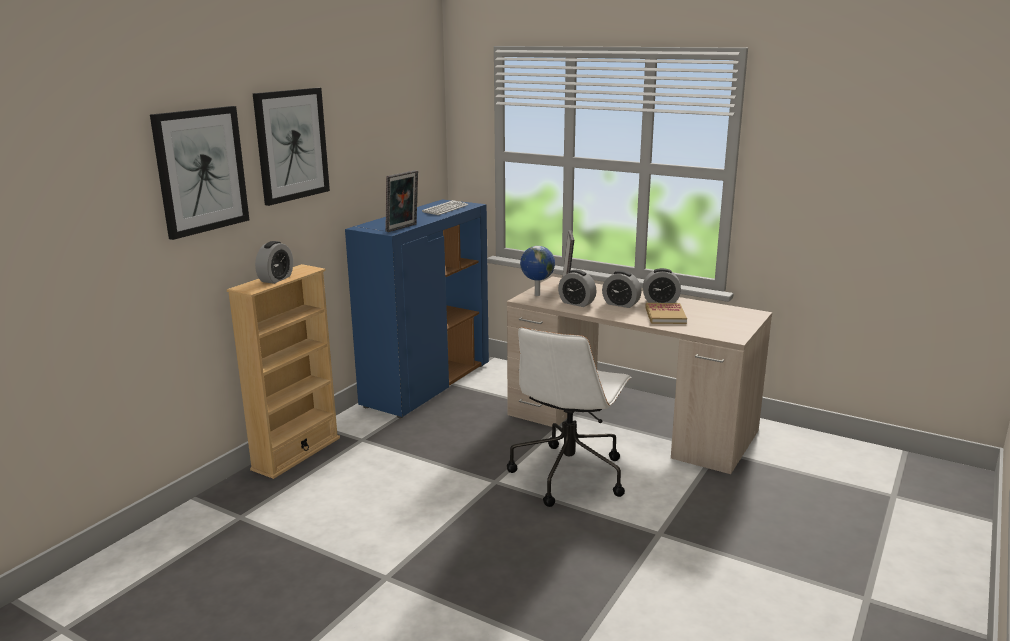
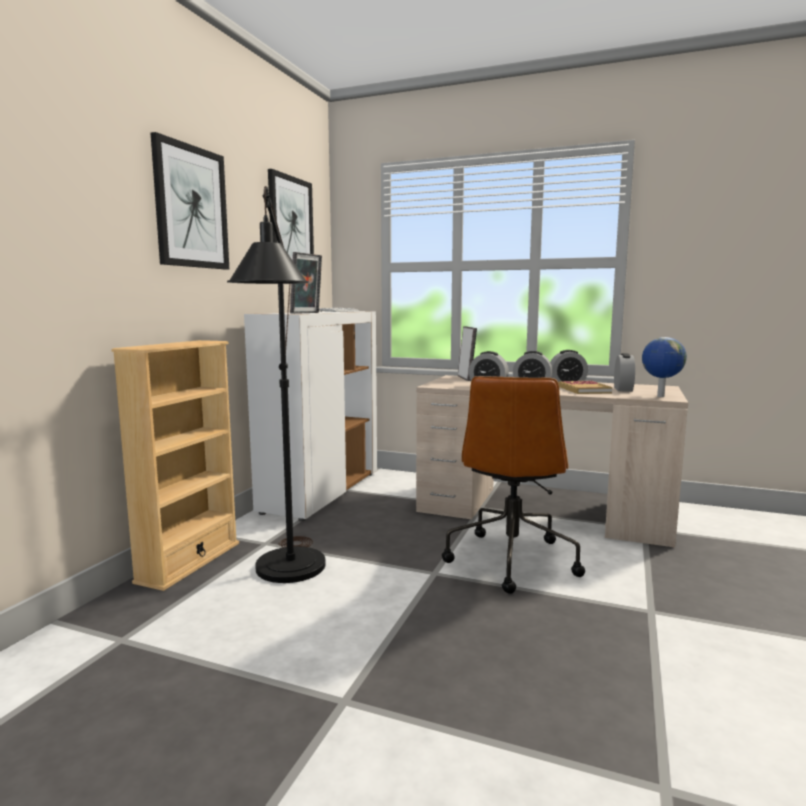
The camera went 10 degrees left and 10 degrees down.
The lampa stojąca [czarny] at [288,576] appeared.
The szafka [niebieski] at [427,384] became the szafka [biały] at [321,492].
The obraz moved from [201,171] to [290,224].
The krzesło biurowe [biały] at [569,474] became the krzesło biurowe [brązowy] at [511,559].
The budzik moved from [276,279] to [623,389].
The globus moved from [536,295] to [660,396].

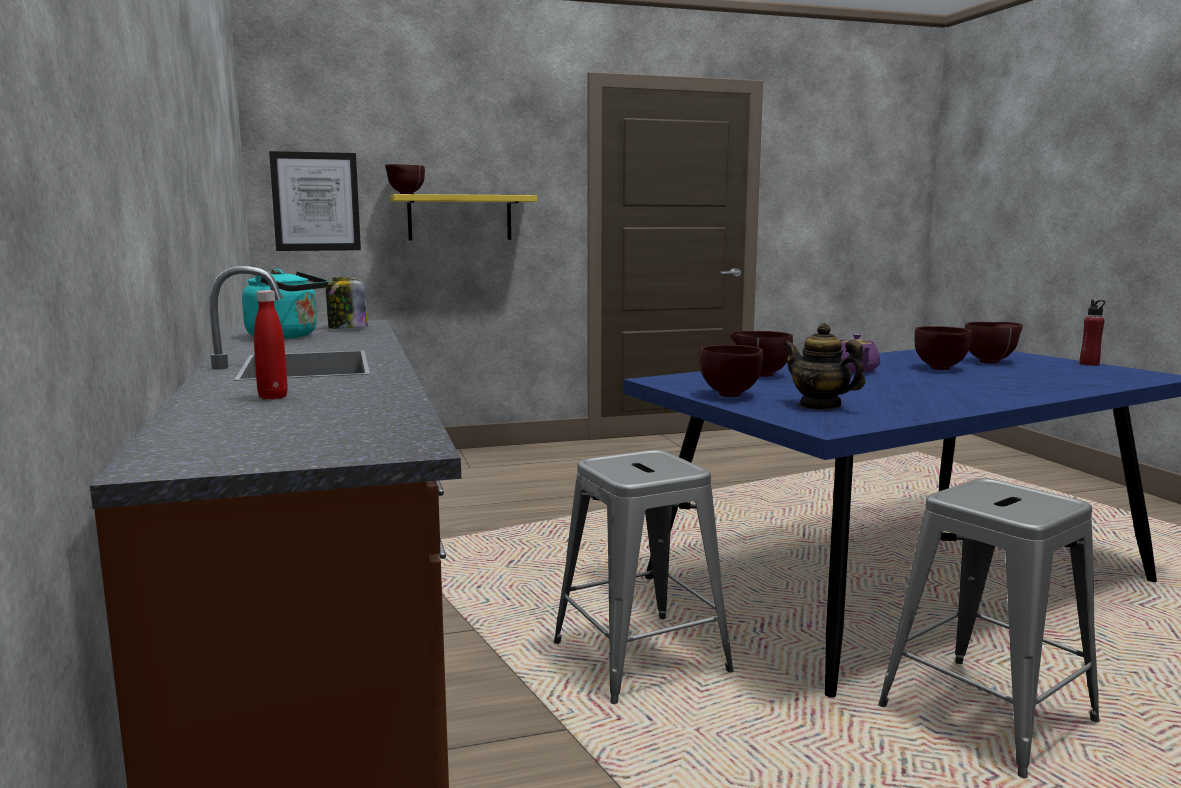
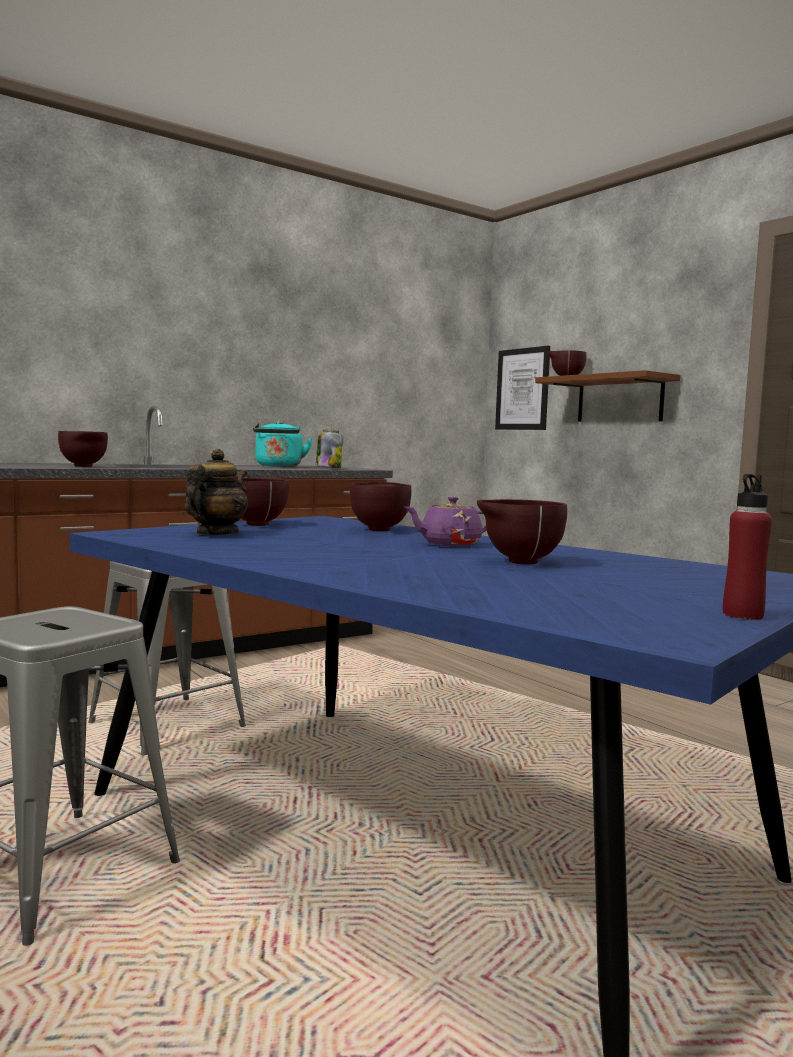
The camera went 70 degrees right and 5 degrees down.
The miska [brązowy] moved from [991,362] to [84,466].
The półka [żółty] at [460,218] became the półka [brązowy] at [619,399].
The butelka [czerwony] at [273,397] disappeared.

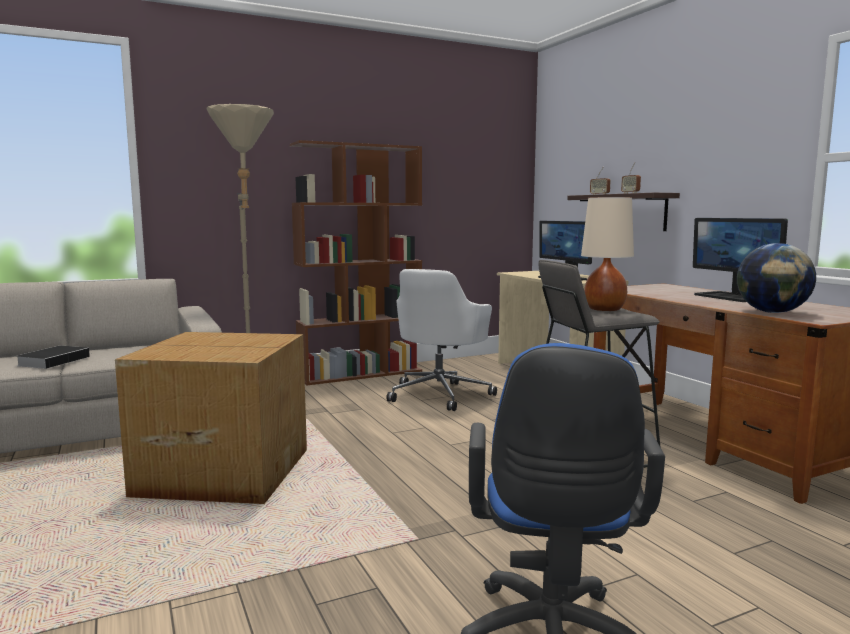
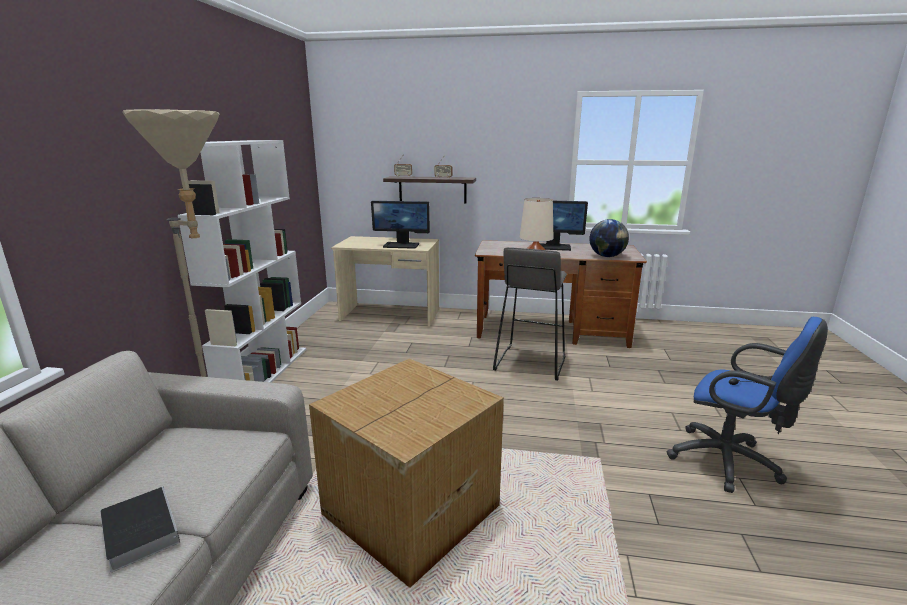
The camera went 55 degrees left and 10 degrees up.
The regał [brązowy] at [361,374] became the regał [biały] at [264,373].
The krzesło biurowe [biały] at [440,394] disappeared.

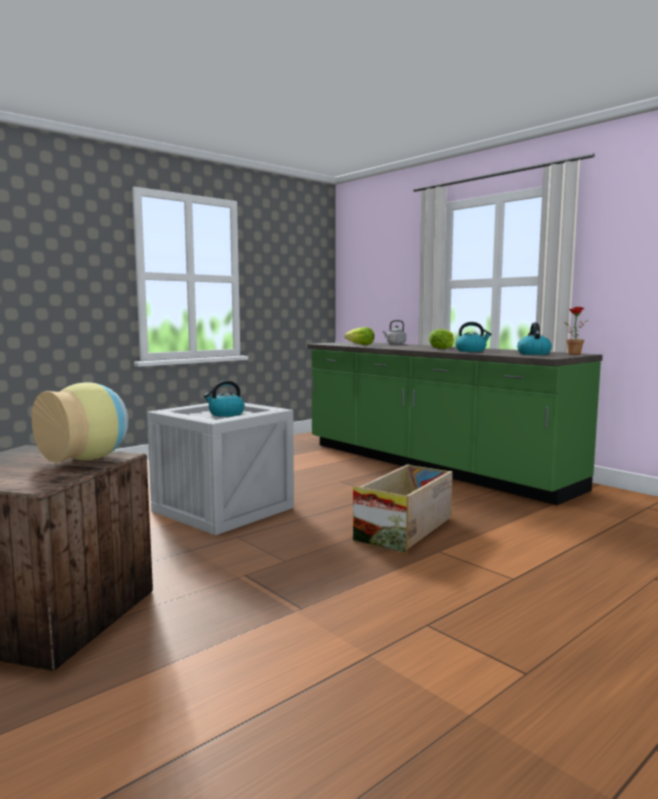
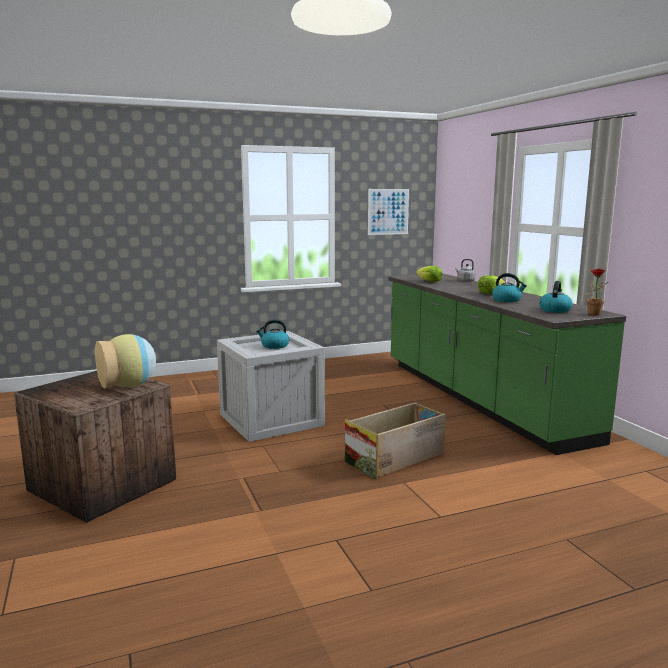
The camera went 20 degrees right and 5 degrees up.
The obraz at [388,211] appeared.

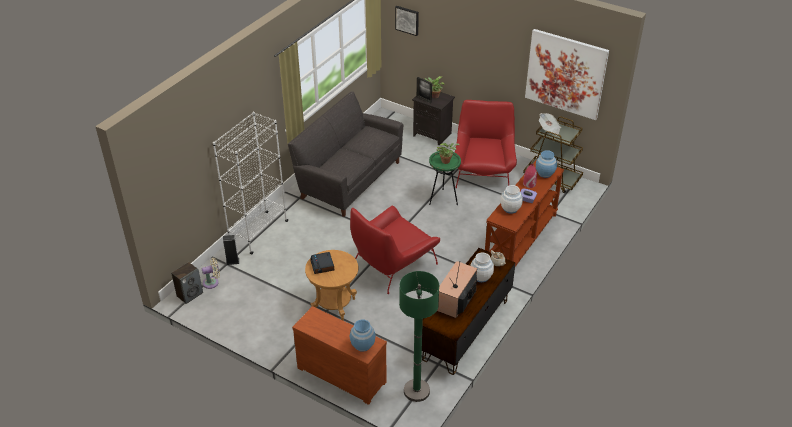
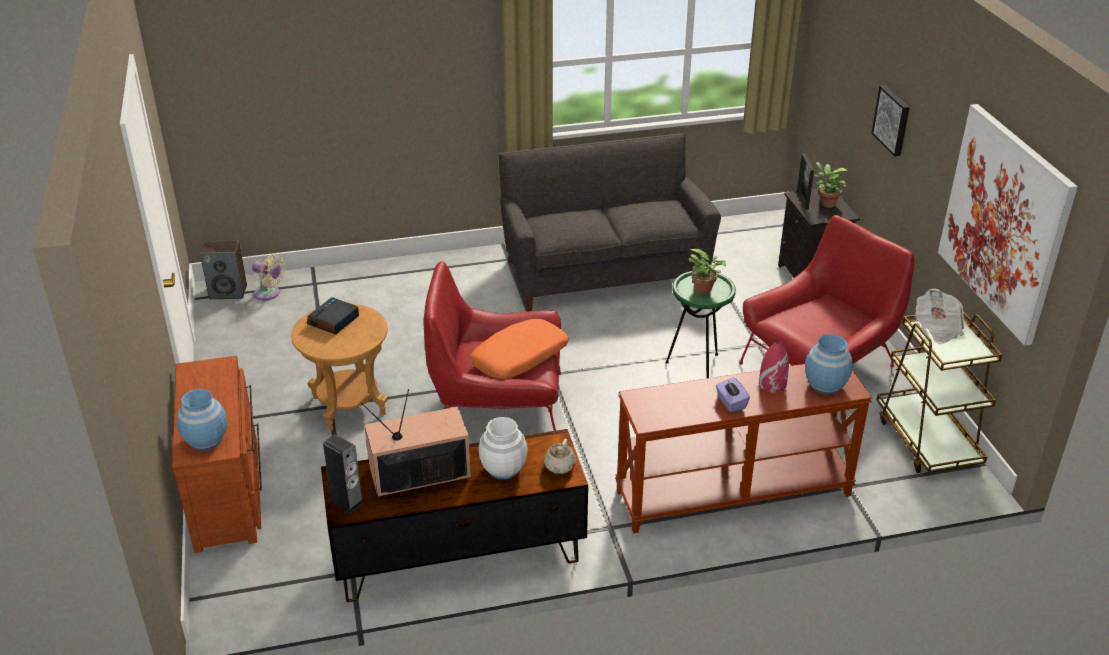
The camera went 45 degrees right and 5 degrees down.
The głośnik moved from [232,261] to [346,501].
The poduszka [pomarańczowy] at [520,358] appeared.
The obraz moved from [407,20] to [893,120].
The regał [biały] at [258,233] disappeared.
The lampa stojąca [zielony] at [416,391] disappeared.
The wazon [biały] at [510,208] disappeared.

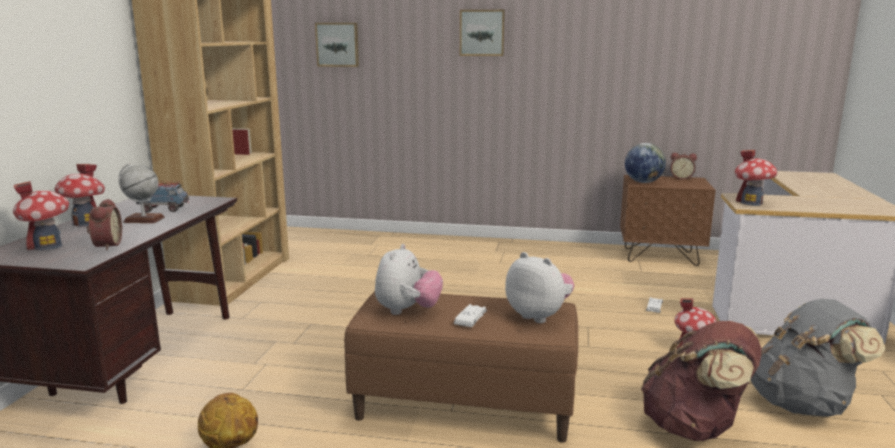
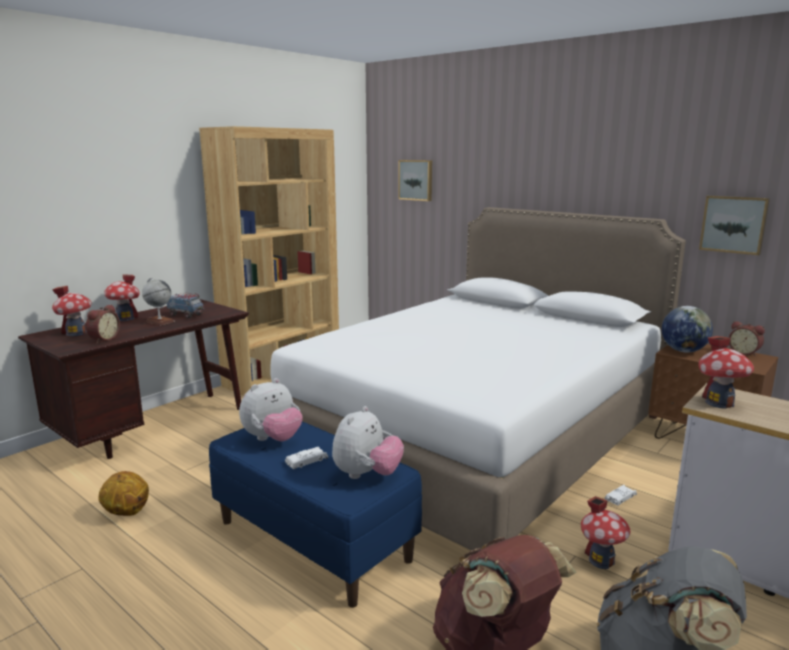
The camera went 30 degrees right and 0 degrees up.
The ławka [brązowy] at [465,405] became the ławka [niebieski] at [314,540].
The łóżko [biały] at [476,437] appeared.
The pluszak at [539,316] turned 45 degrees clockwise.
The obraz moved from [482,33] to [733,224].

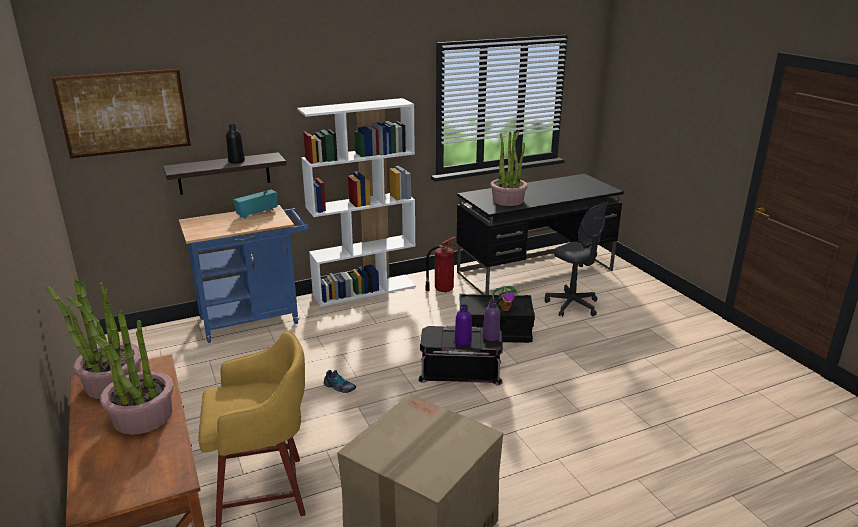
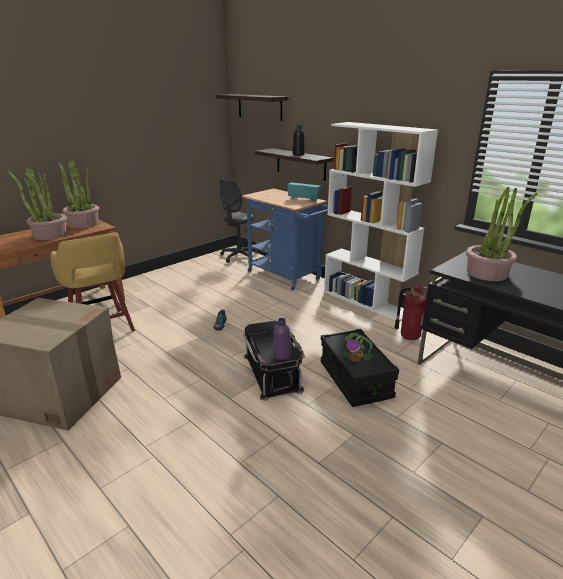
The camera went 70 degrees right and 0 degrees up.
The obraz at [124,113] was replaced by the półka at [259,107].
The krzesło biurowe [szary] moved from [572,305] to [239,256].
The butelka [fioletowy] at [463,341] disappeared.

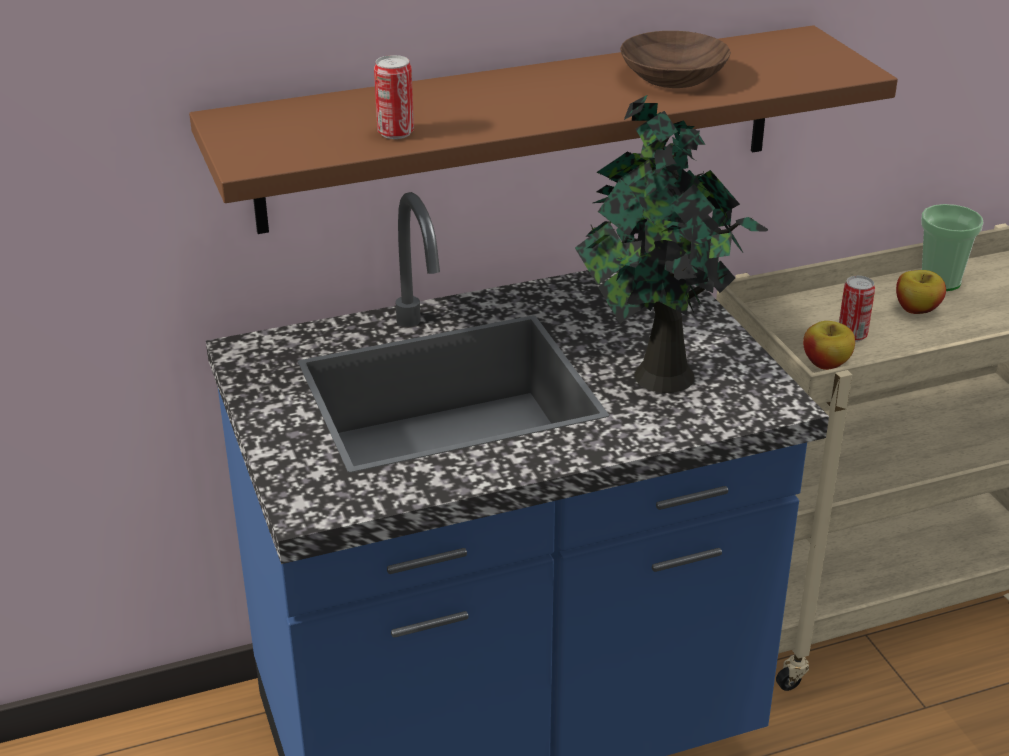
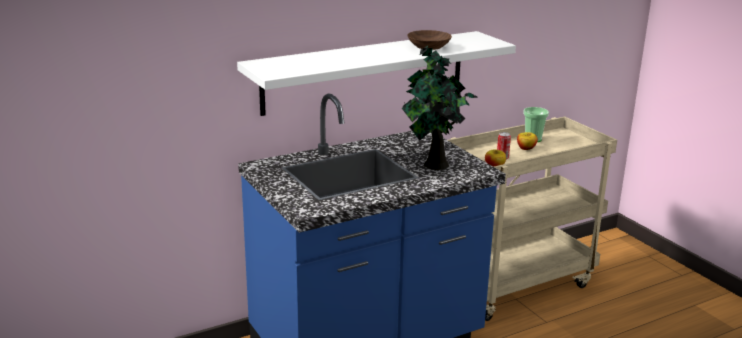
The camera went 10 degrees left and 10 degrees down.
The półka [brązowy] at [521,128] became the półka [biały] at [365,72].
The puszka at [395,133] disappeared.

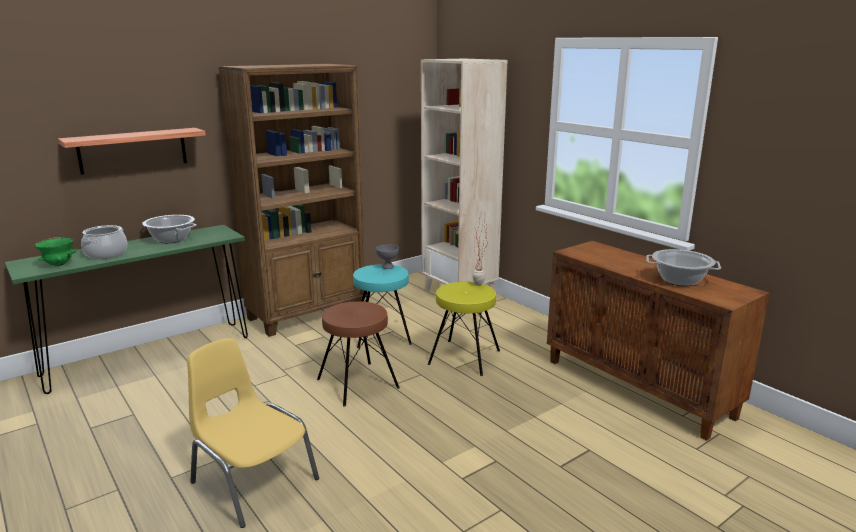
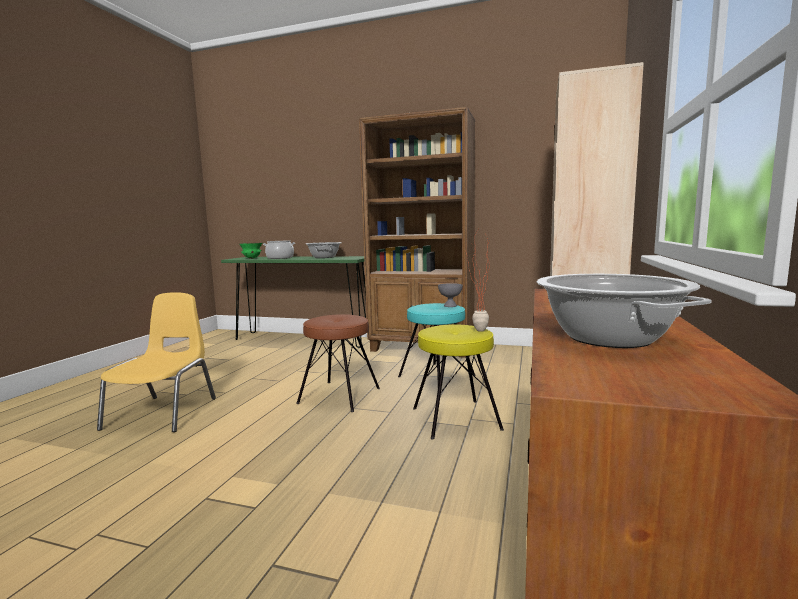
The camera went 55 degrees right and 10 degrees down.
The półka at [133,150] disappeared.

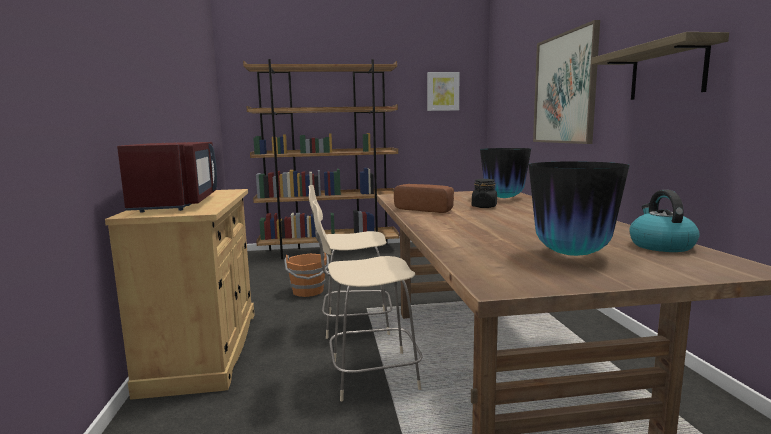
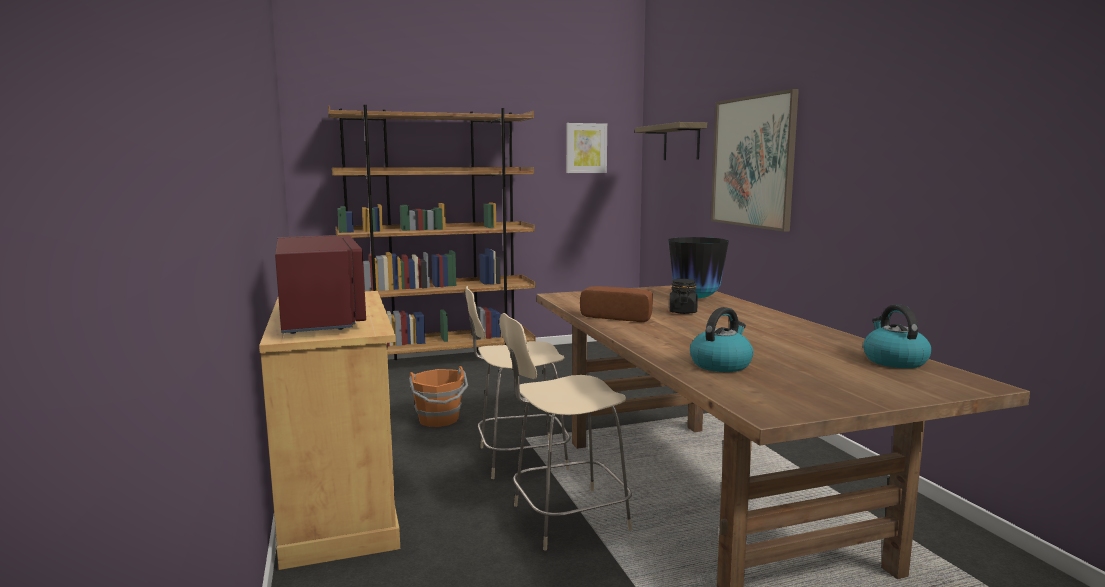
The camera went 10 degrees left and 0 degrees up.
The półka moved from [667,71] to [681,142].
The czajnik at [721,364] appeared.
The wazon at [571,254] disappeared.

